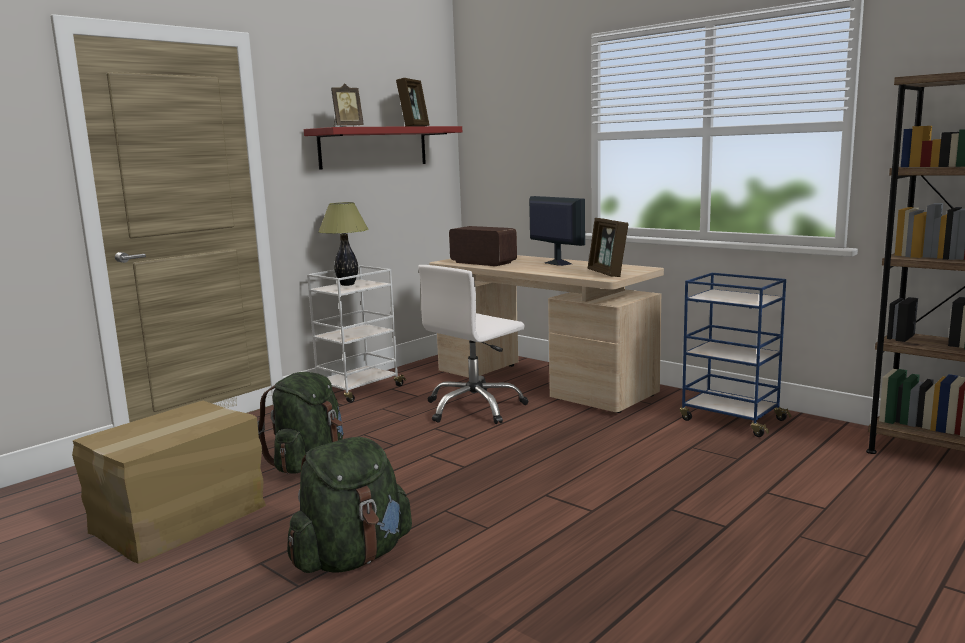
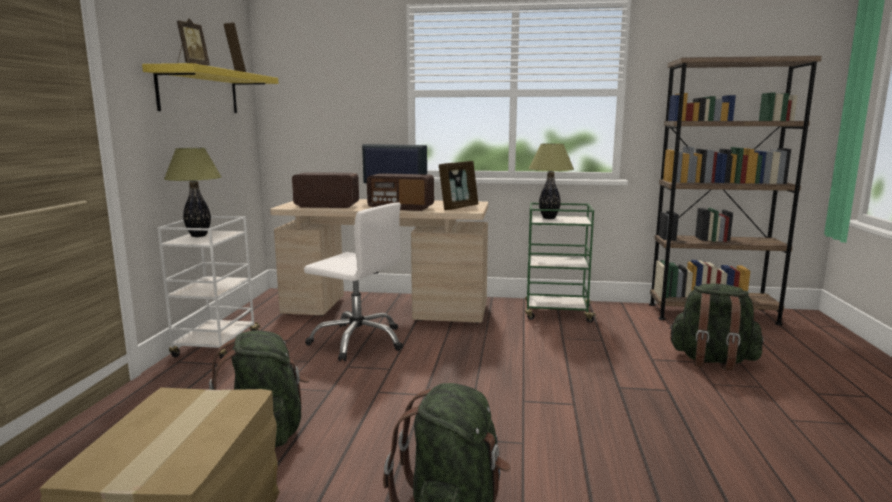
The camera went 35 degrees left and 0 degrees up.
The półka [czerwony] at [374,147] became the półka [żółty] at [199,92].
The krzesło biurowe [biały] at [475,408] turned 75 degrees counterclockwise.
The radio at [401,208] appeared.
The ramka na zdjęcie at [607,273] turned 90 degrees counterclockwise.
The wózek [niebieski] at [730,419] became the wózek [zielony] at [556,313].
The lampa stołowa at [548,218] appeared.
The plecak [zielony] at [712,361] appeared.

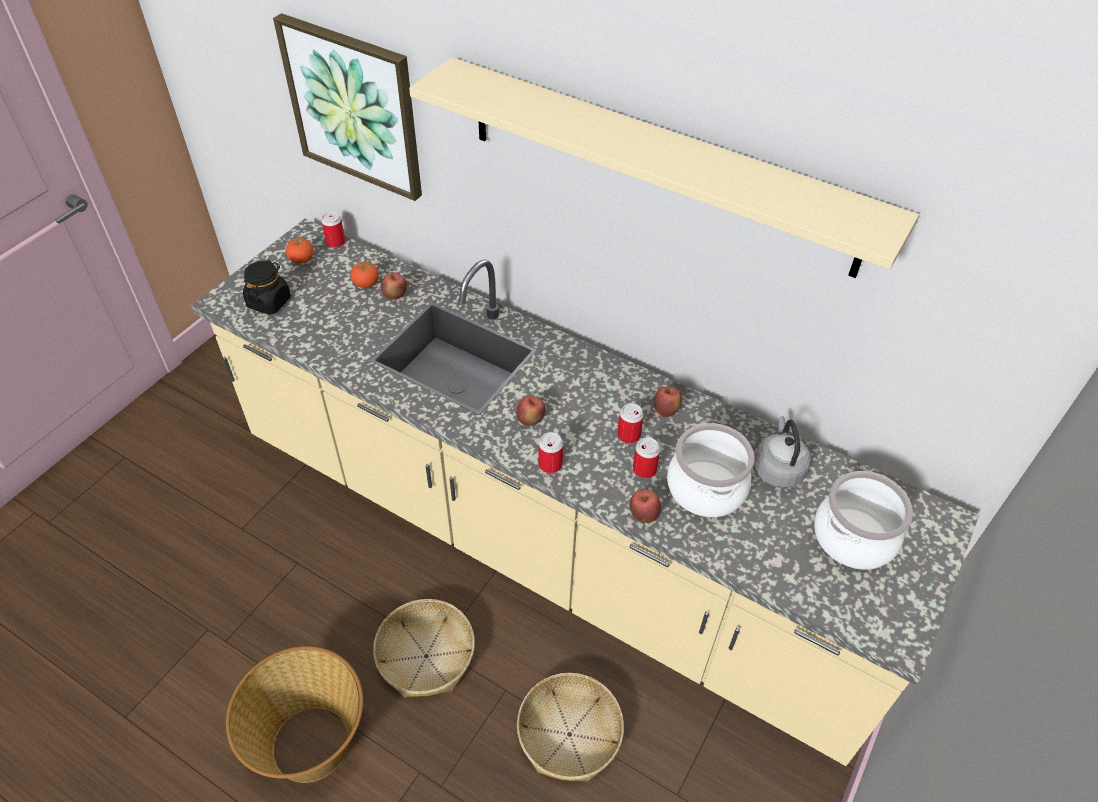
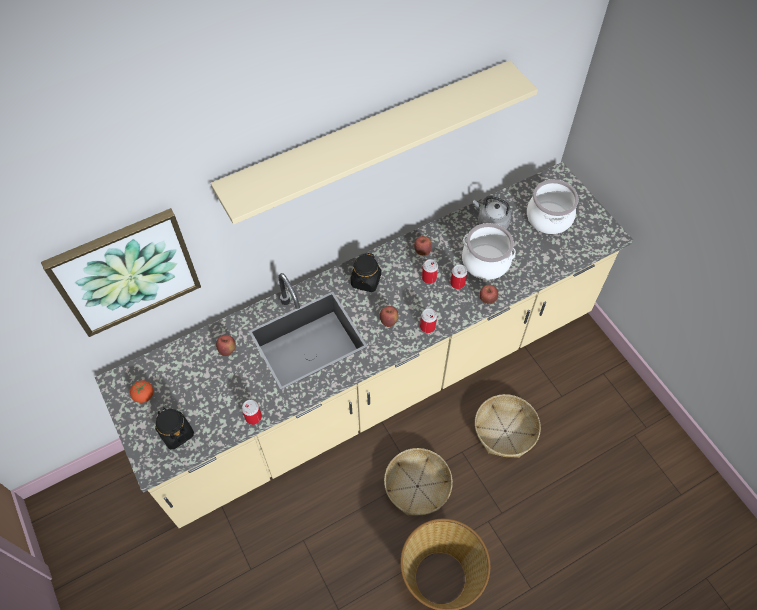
The camera went 60 degrees left and 10 degrees up.
The puszka moved from [335,242] to [253,417].
The słoik [czarny] at [366,281] appeared.
The pomidor at [366,284] disappeared.

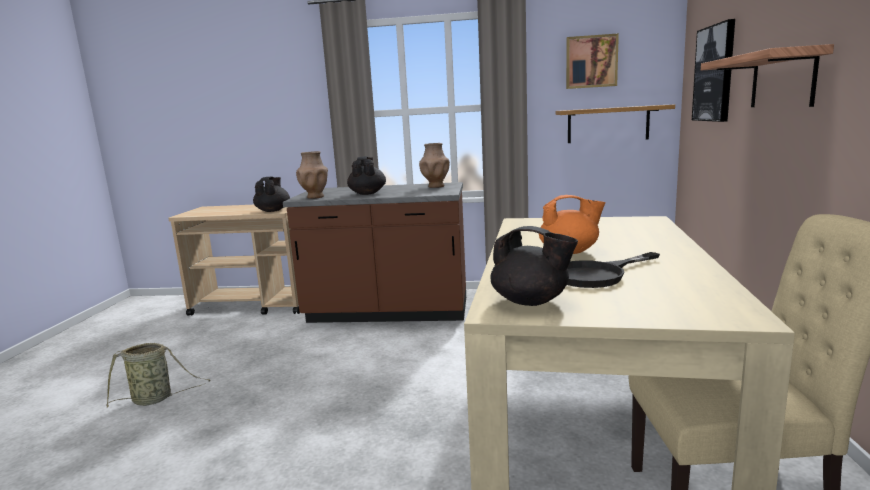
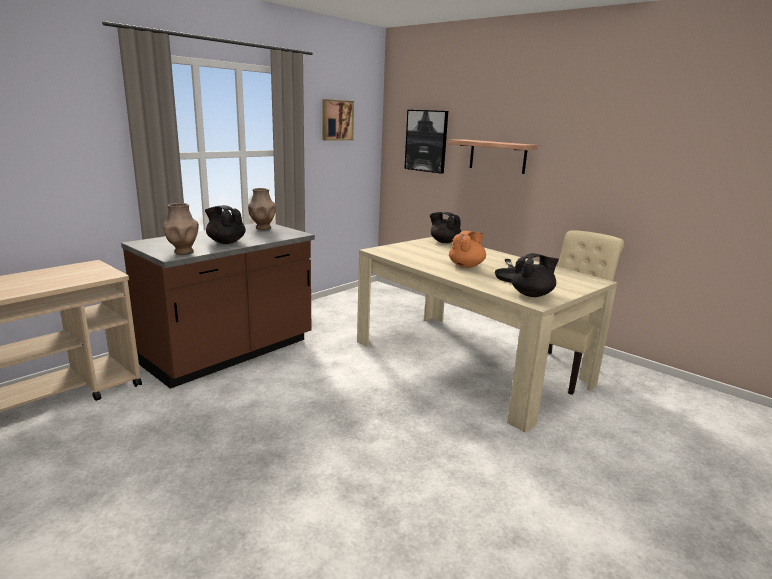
The camera went 55 degrees left and 5 degrees up.
The imbryk [czarny] moved from [273,210] to [444,242].
The koszyk at [155,399] disappeared.
The półka at [608,124] disappeared.

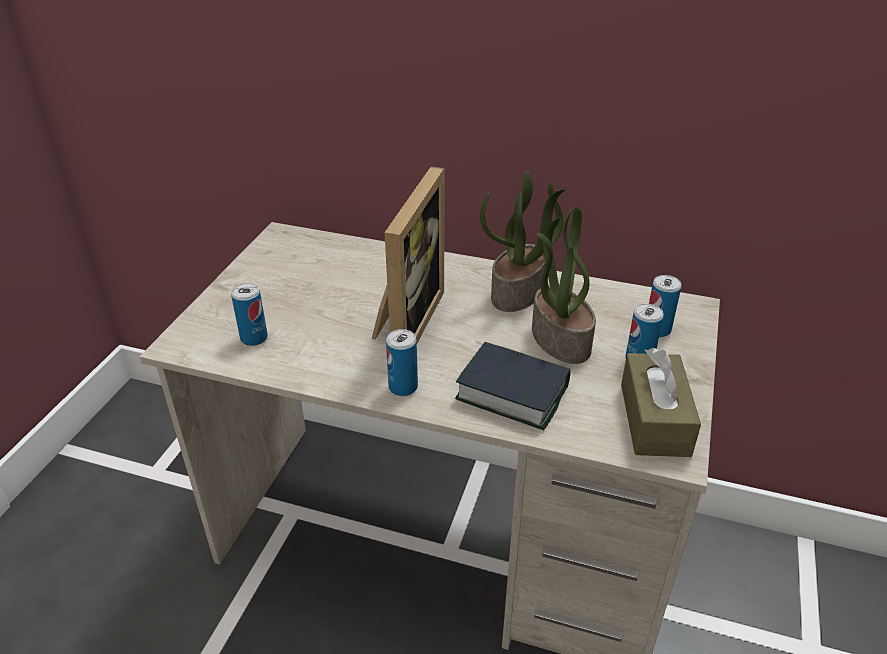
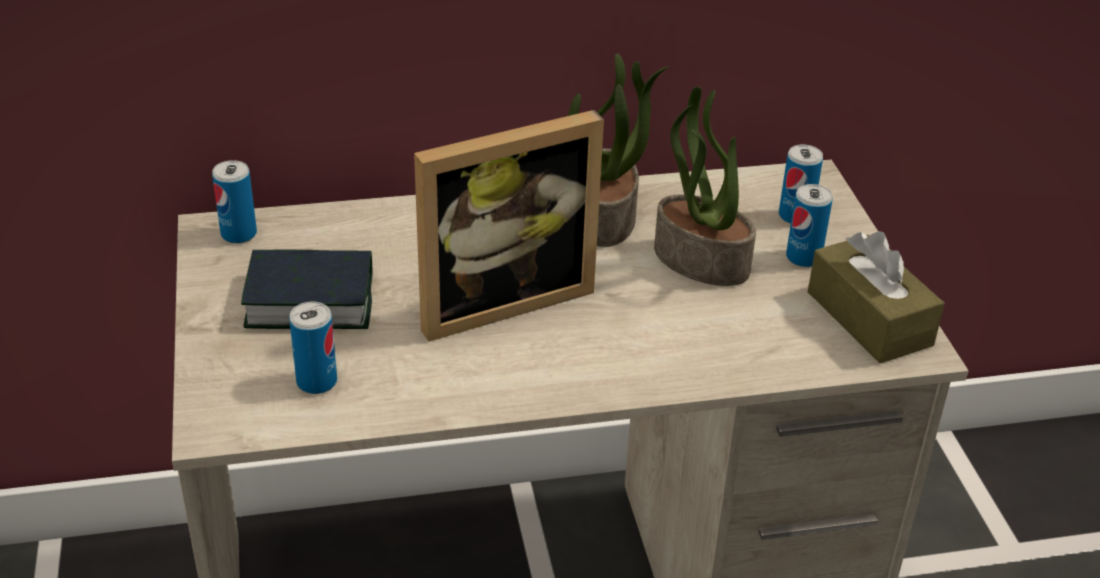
The camera went 30 degrees left and 0 degrees up.
The puszka moved from [403,387] to [239,234].
The książka moved from [512,392] to [310,300].
The ramka na zdjęcie at [404,323] turned 75 degrees clockwise.

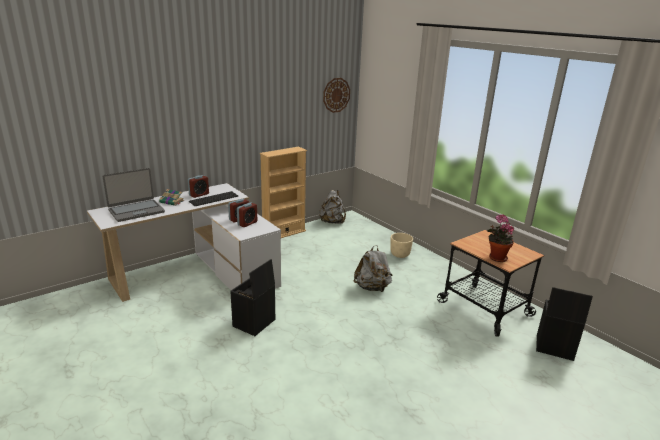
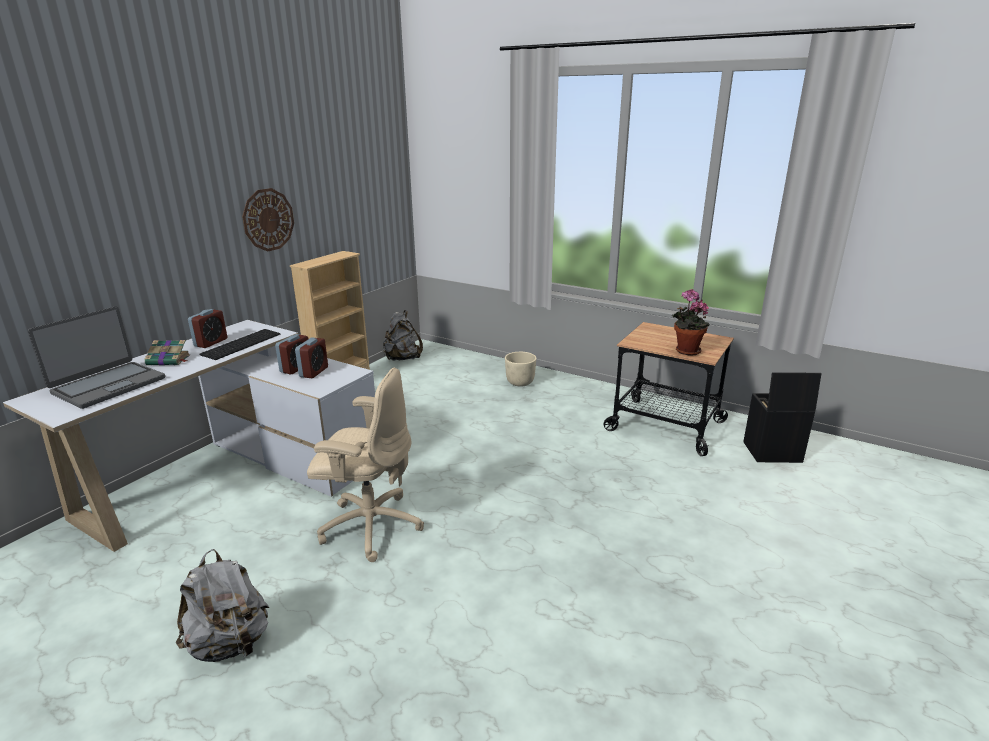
The camera went 20 degrees left and 0 degrees up.
The plecak [szary] moved from [372,288] to [230,644].
The zegar ścienny moved from [336,95] to [268,220].
The pojemnik do przechowywania [czarny] at [254,323] was replaced by the krzesło biurowe [beżowy] at [370,526].

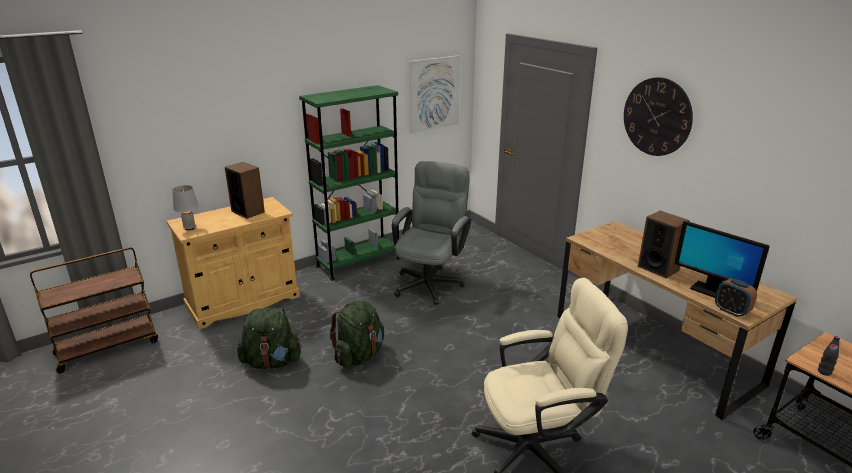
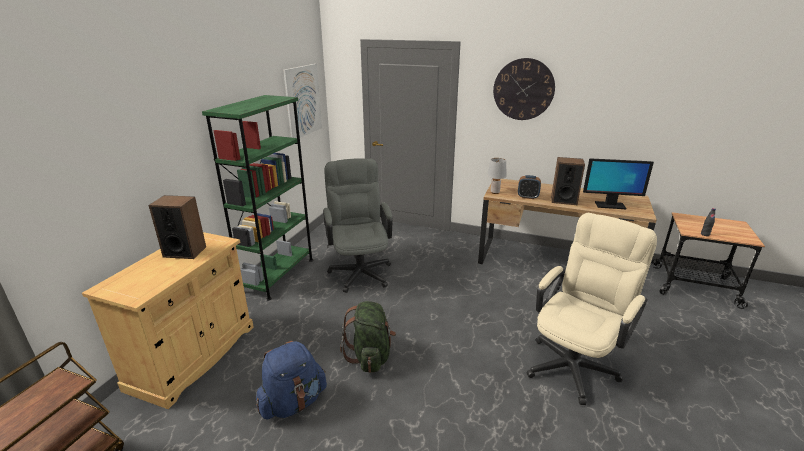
The camera went 35 degrees left and 0 degrees up.
The plecak [zielony] at [272,362] became the plecak [niebieski] at [293,402].
The lampa stołowa [szary] moved from [189,228] to [494,192].
The budzik moved from [731,311] to [527,197].

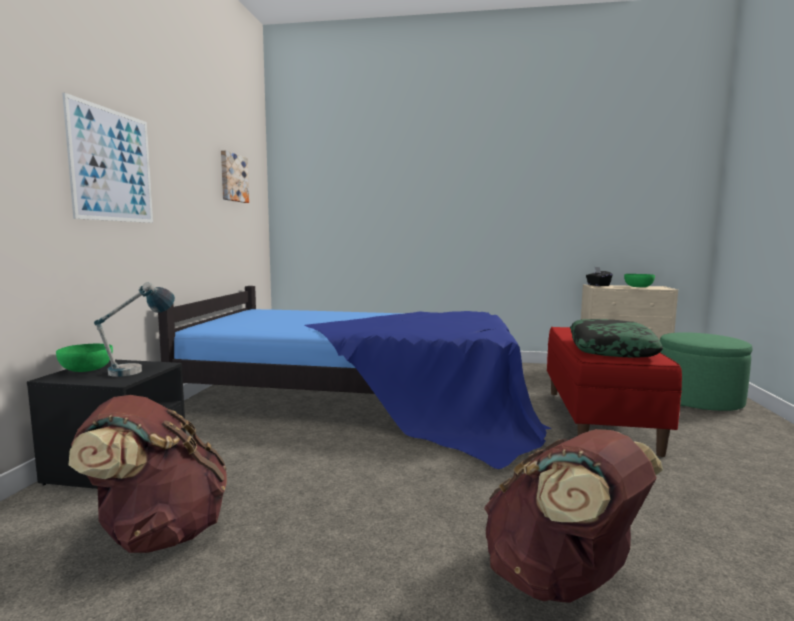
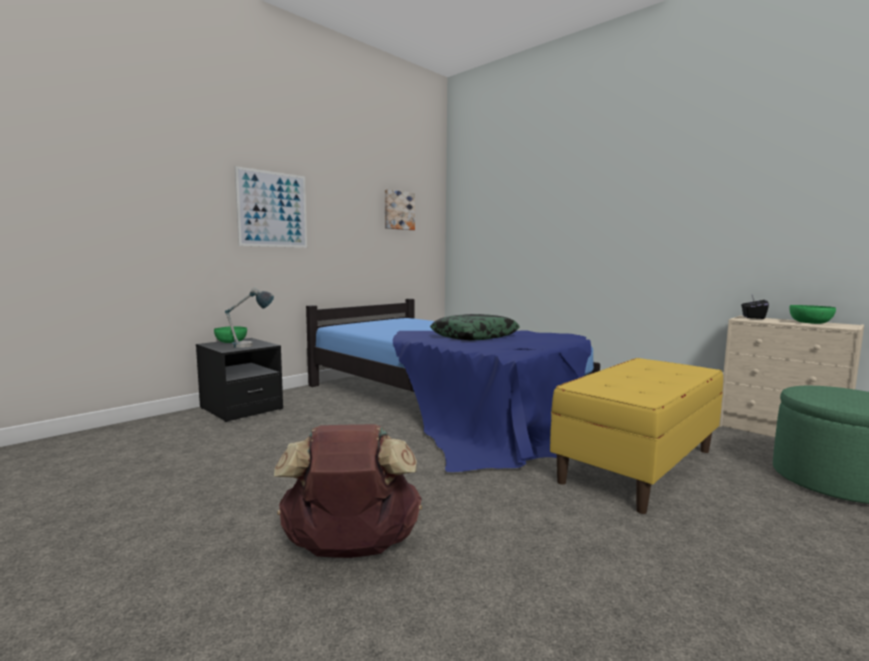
The camera went 35 degrees right and 0 degrees up.
The poduszka moved from [610,349] to [474,336].
The ławka [czerwony] at [597,419] became the ławka [żółty] at [638,465].
The plecak [brązowy] at [158,534] disappeared.

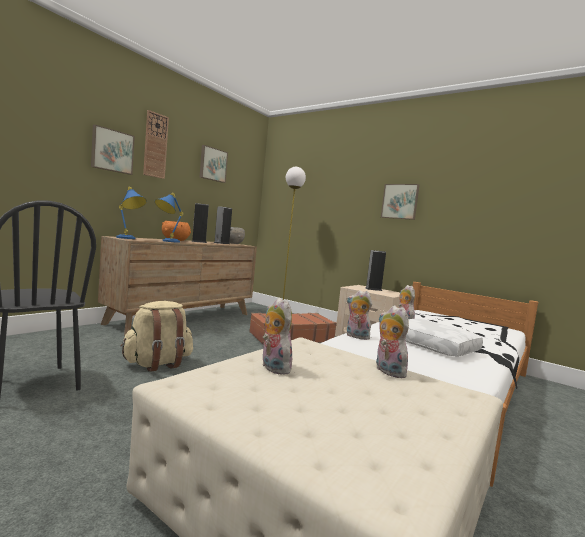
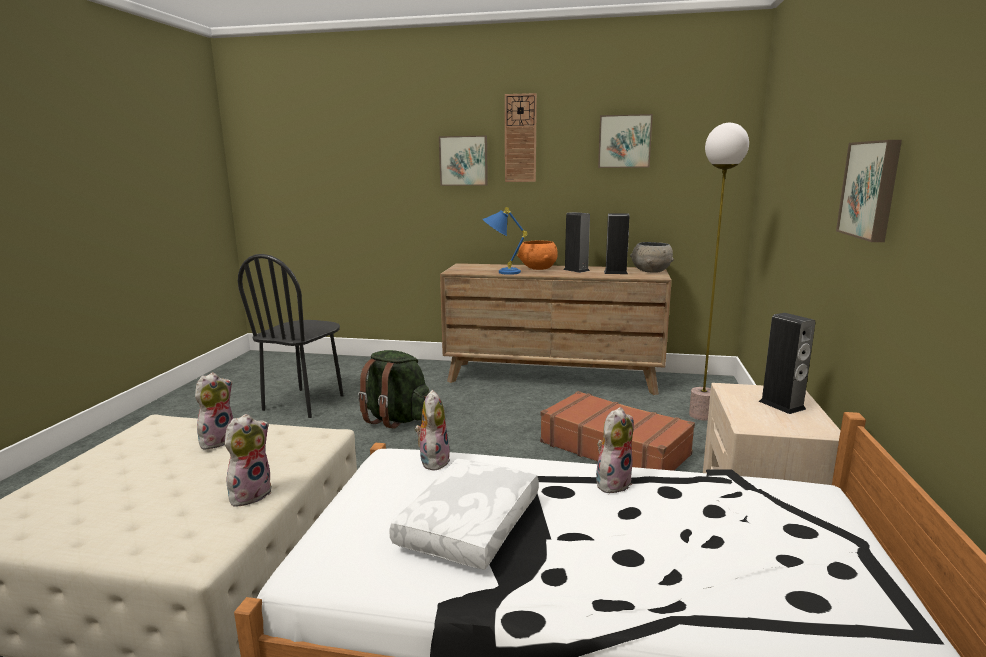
The camera went 65 degrees right and 10 degrees up.
The plecak [beżowy] at [158,364] became the plecak [zielony] at [396,419].
The lampa stołowa [niebieski] at [129,238] disappeared.

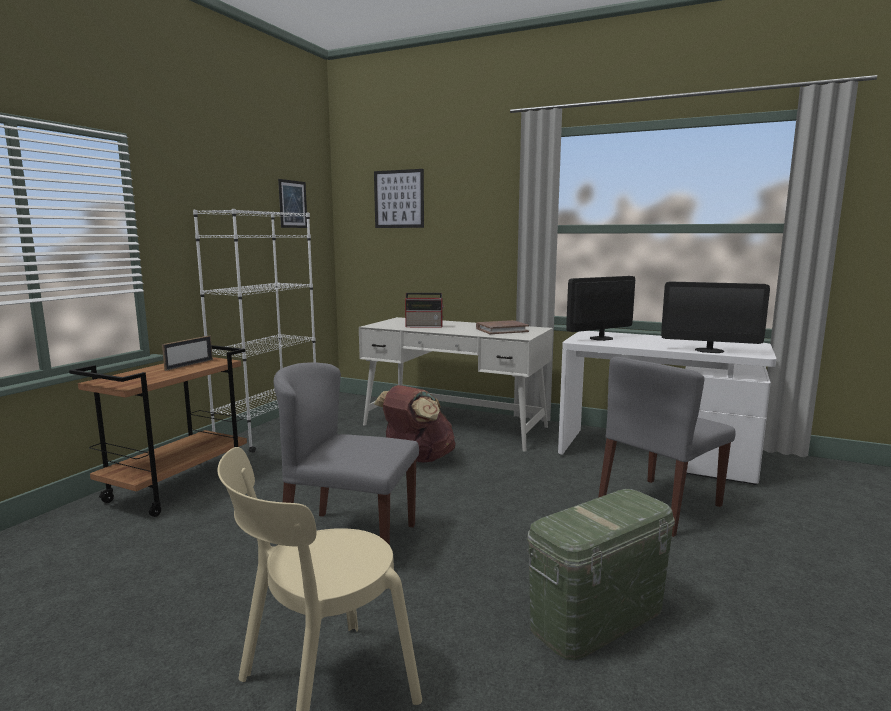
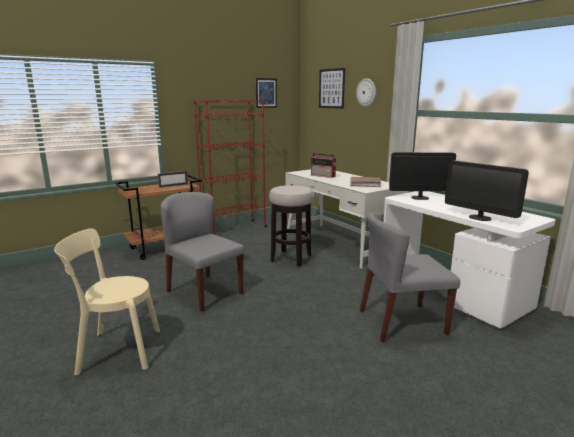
The camera went 30 degrees right and 5 degrees up.
The regał [biały] at [269,432] became the regał [czerwony] at [234,228].
The plecak [brązowy] at [417,458] was replaced by the stołek at [290,258].
The zegar ścienny at [366,92] appeared.
The pojemnik do przechowywania [zielony] at [597,618] disappeared.

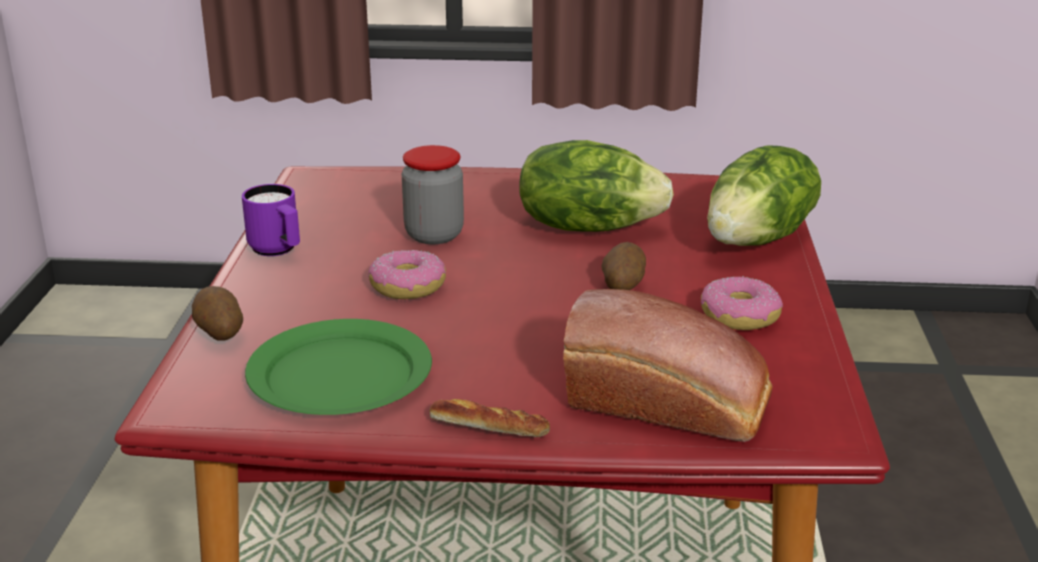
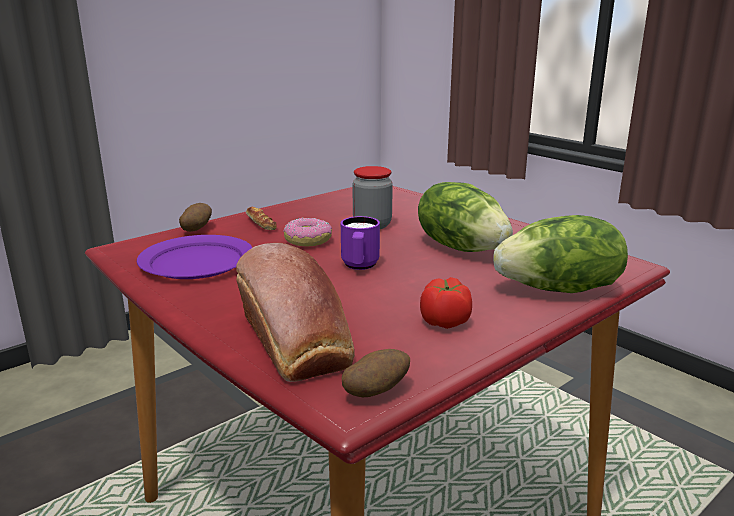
The camera went 45 degrees right and 5 degrees down.
The talerz [zielony] at [339,376] became the talerz [fioletowy] at [196,262].
The chleb moved from [489,427] to [261,223].
The kubek [fioletowy] moved from [278,251] to [359,267].
The ziemniak moved from [622,287] to [375,392].
The donut at [739,316] was replaced by the pomidor at [445,321].

